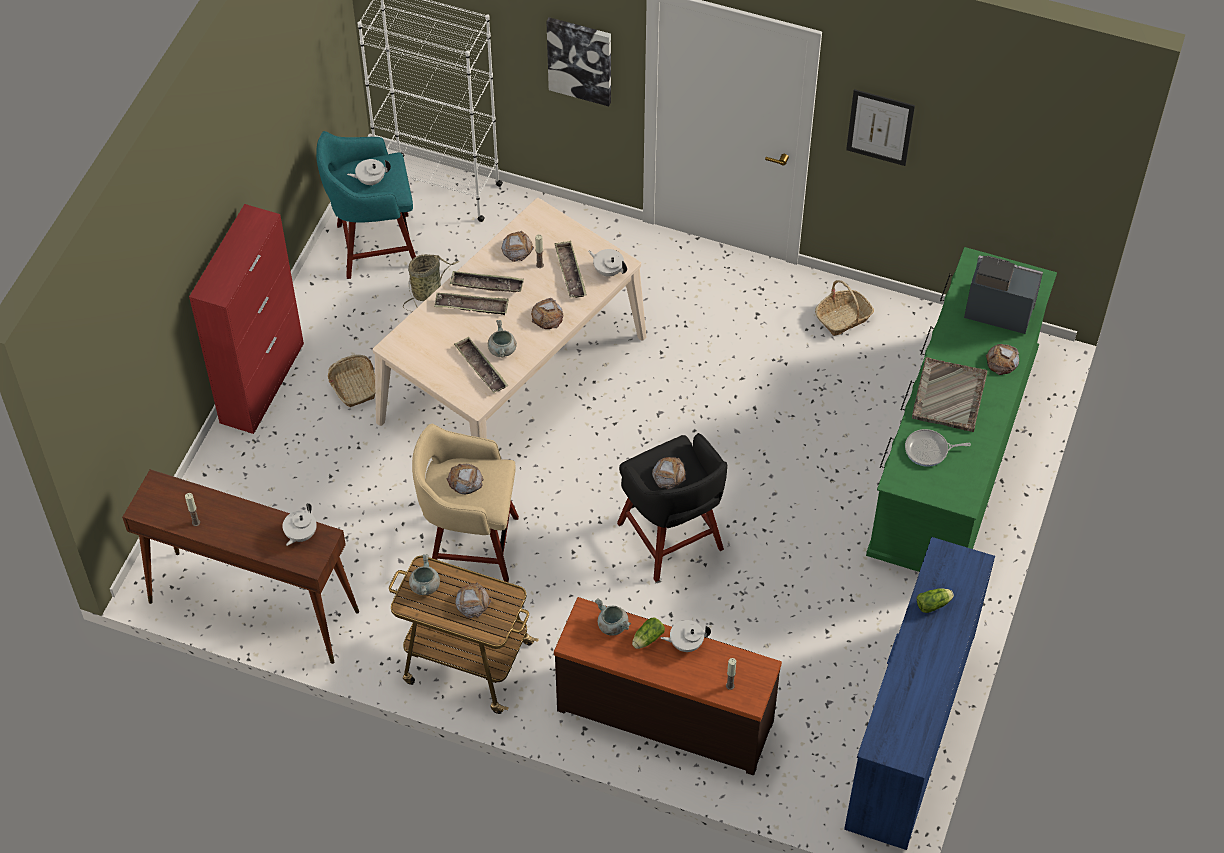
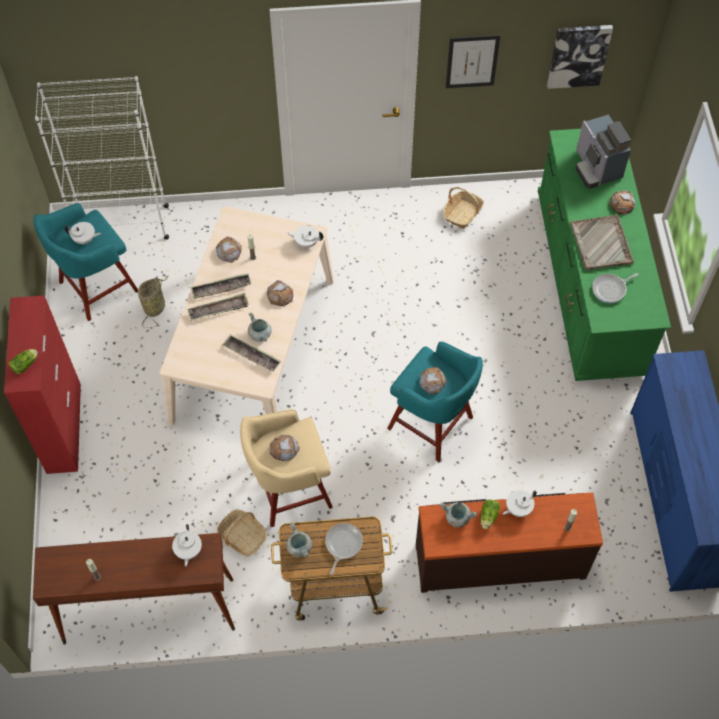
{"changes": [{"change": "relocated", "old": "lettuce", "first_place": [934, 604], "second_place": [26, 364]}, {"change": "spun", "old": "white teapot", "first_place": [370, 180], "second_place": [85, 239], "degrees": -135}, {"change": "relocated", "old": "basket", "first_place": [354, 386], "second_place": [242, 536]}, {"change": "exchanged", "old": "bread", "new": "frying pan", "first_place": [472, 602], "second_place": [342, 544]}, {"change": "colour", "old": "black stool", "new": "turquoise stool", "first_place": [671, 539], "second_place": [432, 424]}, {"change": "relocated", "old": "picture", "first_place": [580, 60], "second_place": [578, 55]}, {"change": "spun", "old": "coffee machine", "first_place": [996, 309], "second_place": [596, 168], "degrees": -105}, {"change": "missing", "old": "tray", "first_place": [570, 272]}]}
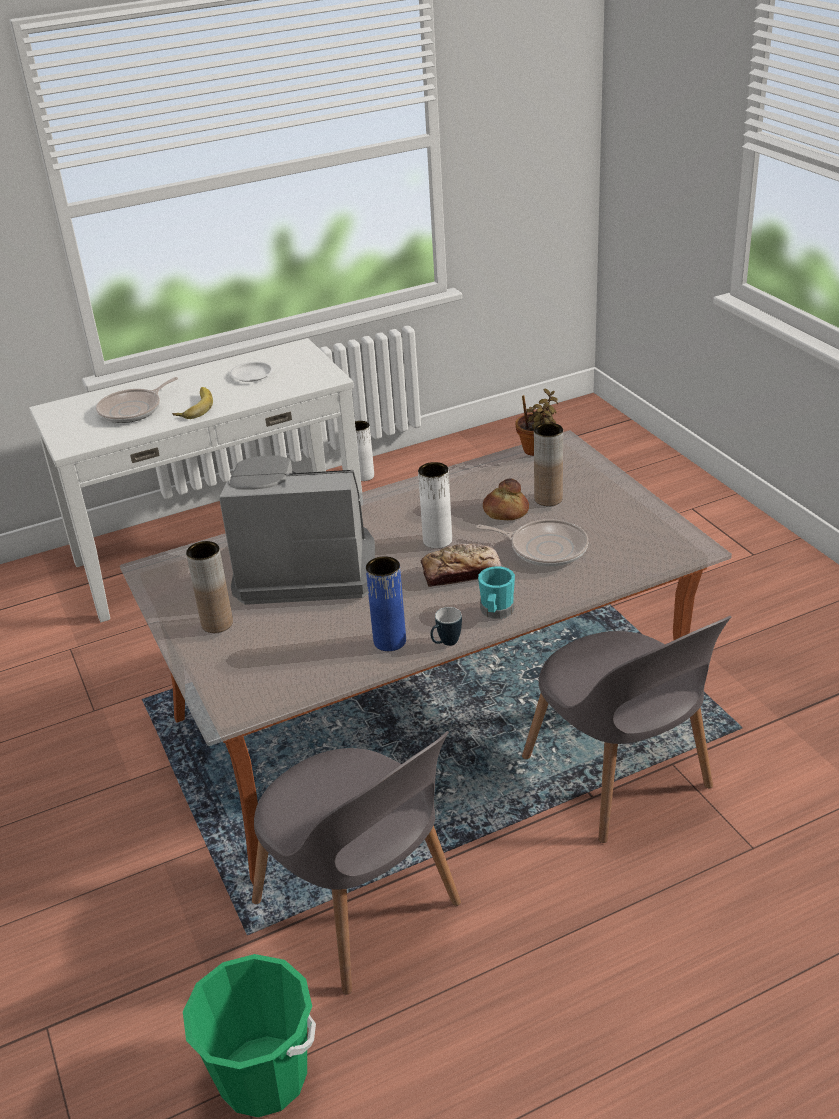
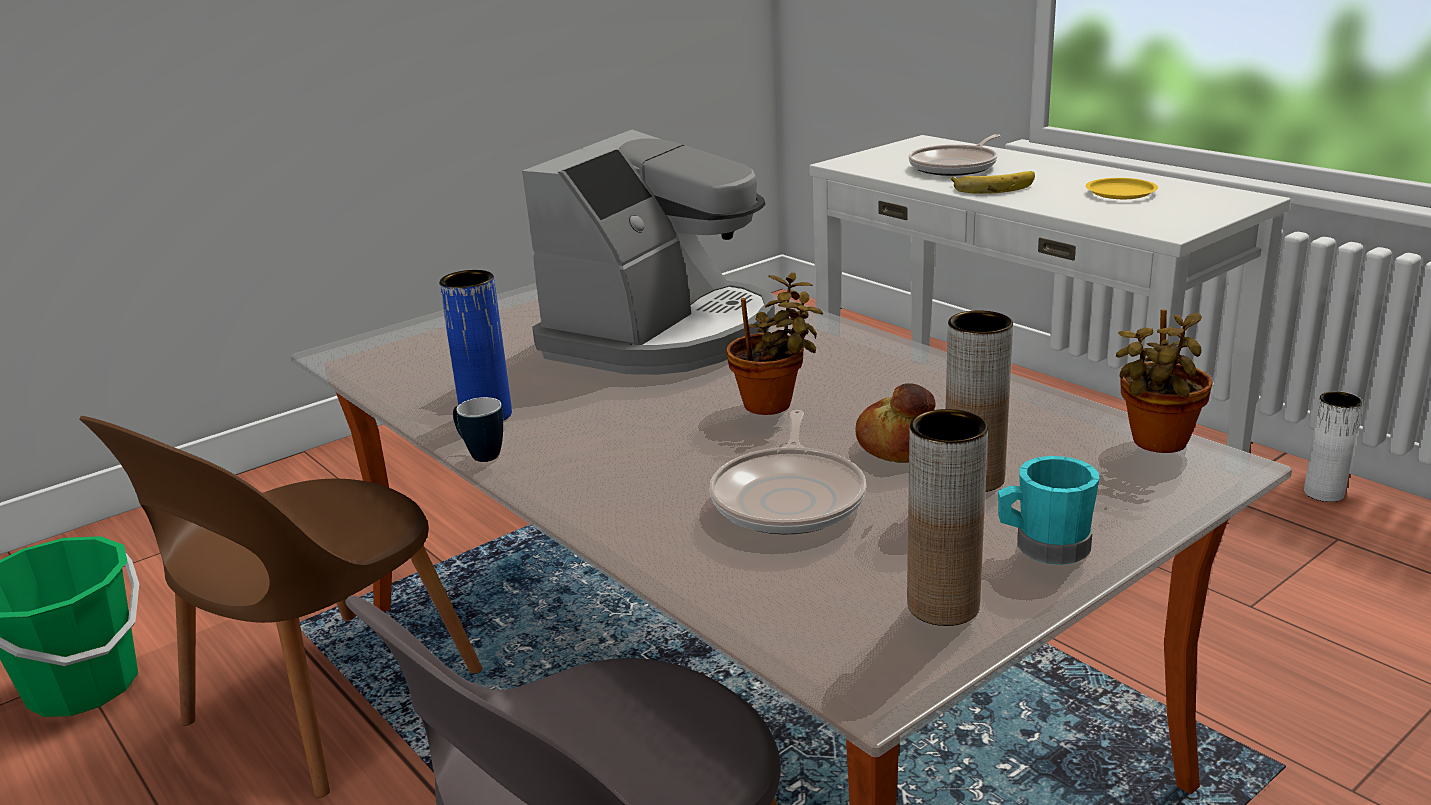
{"changes": [{"change": "colour", "old": "grey chair", "new": "brown chair", "first_place": [361, 909], "second_place": [324, 704]}, {"change": "spun", "old": "coffee machine", "first_place": [305, 568], "second_place": [663, 335], "degrees": 45}, {"change": "exchanged", "old": "white vase", "new": "potted plant", "first_place": [437, 540], "second_place": [773, 405]}, {"change": "relocated", "old": "brown vase", "first_place": [217, 623], "second_place": [943, 606]}, {"change": "spun", "old": "frying pan", "first_place": [133, 410], "second_place": [956, 166], "degrees": -75}, {"change": "relocated", "old": "turquoise mug", "first_place": [496, 611], "second_place": [1044, 546]}, {"change": "colour", "old": "white plate", "new": "yellow plate", "first_place": [251, 375], "second_place": [1120, 193]}, {"change": "missing", "old": "bread", "first_place": [461, 572]}]}
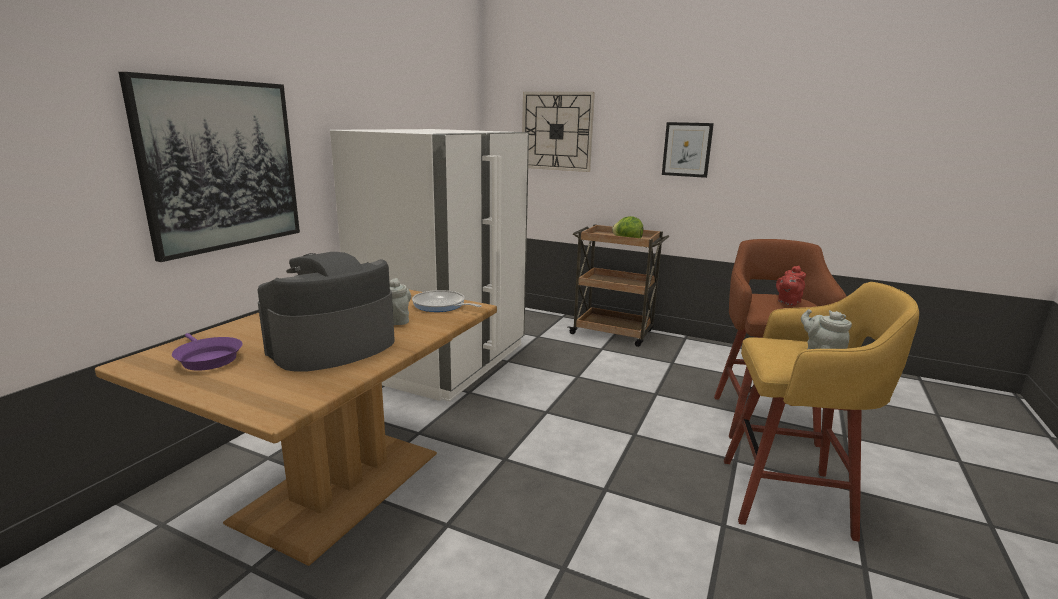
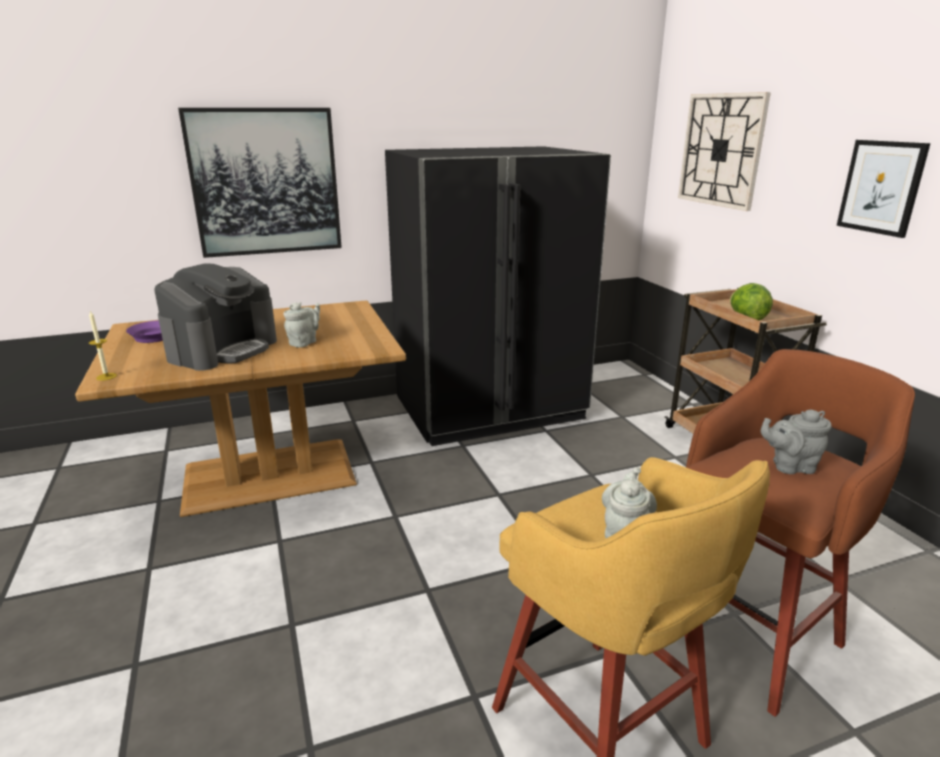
{"changes": [{"change": "appeared", "new": "candle", "second_place": [106, 377]}, {"change": "spun", "old": "coffee machine", "first_place": [332, 346], "second_place": [223, 349], "degrees": 120}, {"change": "colour", "old": "white fridge", "new": "black fridge", "first_place": [445, 360], "second_place": [489, 409]}, {"change": "colour", "old": "red teapot", "new": "grey teapot", "first_place": [788, 302], "second_place": [790, 466]}, {"change": "missing", "old": "frying pan", "first_place": [441, 305]}]}
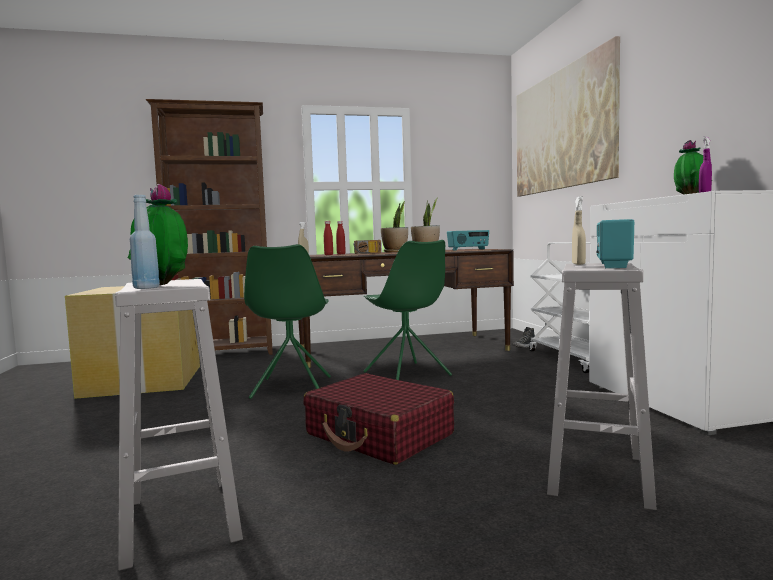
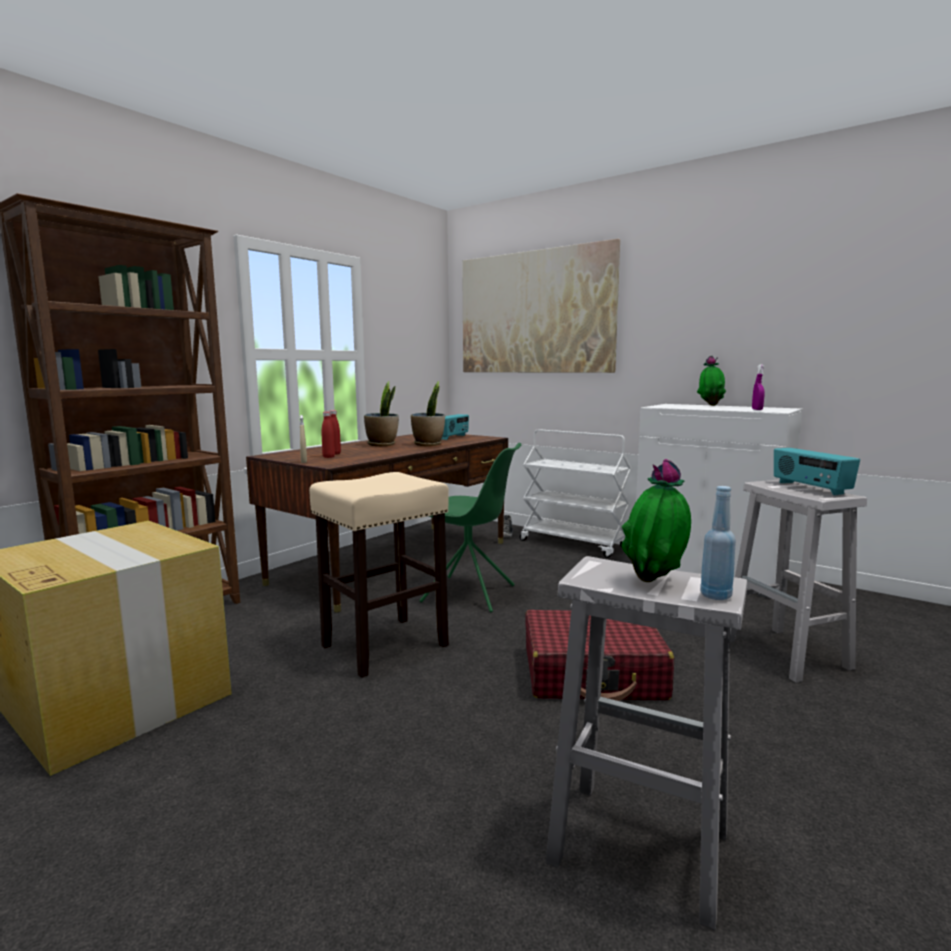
{"changes": [{"change": "exchanged", "old": "green chair", "new": "beige stool", "first_place": [291, 388], "second_place": [383, 646]}, {"change": "missing", "old": "radio", "first_place": [368, 253]}, {"change": "missing", "old": "beige spray bottle", "first_place": [578, 264]}]}
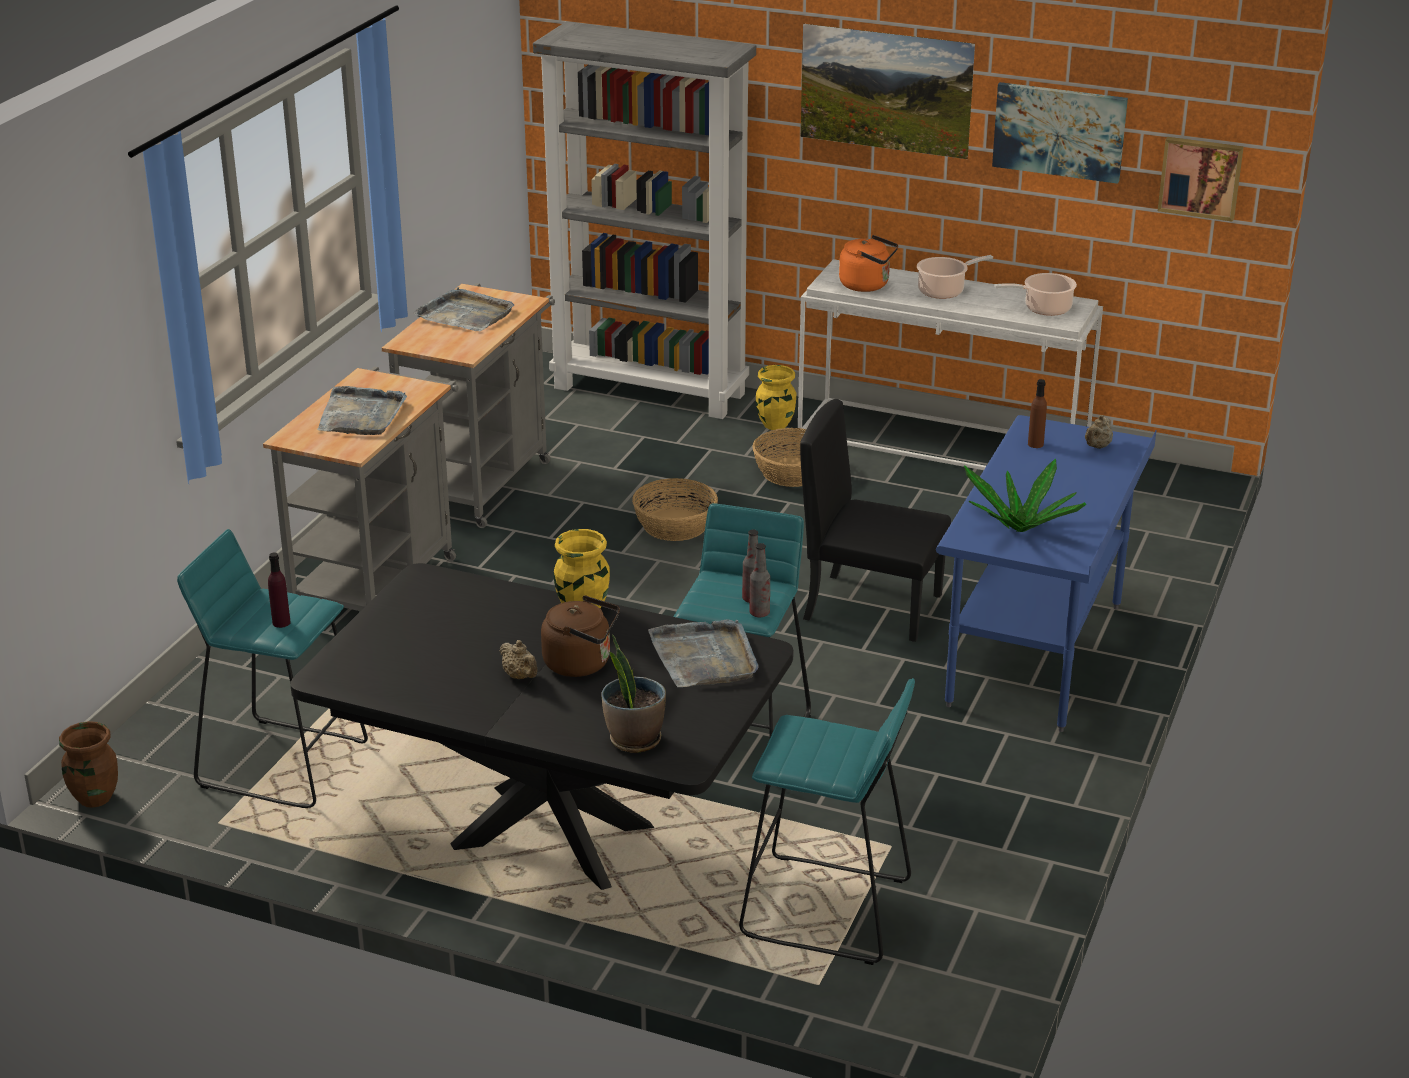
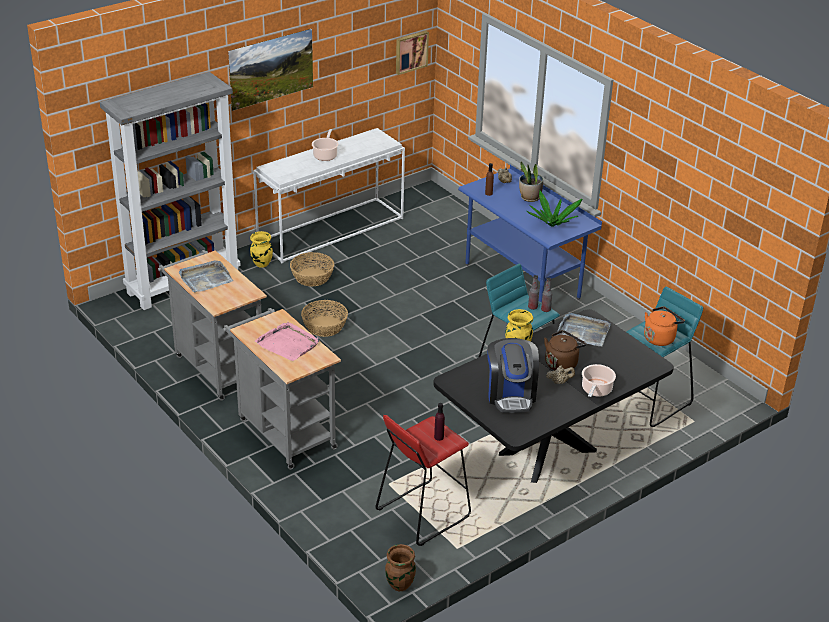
{"changes": [{"change": "colour", "old": "grey tray", "new": "pink tray", "first_place": [361, 415], "second_place": [288, 343]}, {"change": "colour", "old": "turquoise stool", "new": "red stool", "first_place": [282, 763], "second_place": [422, 513]}, {"change": "appeared", "new": "coffee machine", "second_place": [511, 394]}, {"change": "relocated", "old": "potted plant", "first_place": [634, 739], "second_place": [530, 198]}, {"change": "relocated", "old": "cooking pot", "first_place": [1044, 308], "second_place": [596, 390]}, {"change": "relocated", "old": "orange kettle", "first_place": [867, 285], "second_place": [660, 338]}, {"change": "missing", "old": "black chair", "first_place": [873, 607]}, {"change": "missing", "old": "picture", "first_place": [1059, 131]}]}
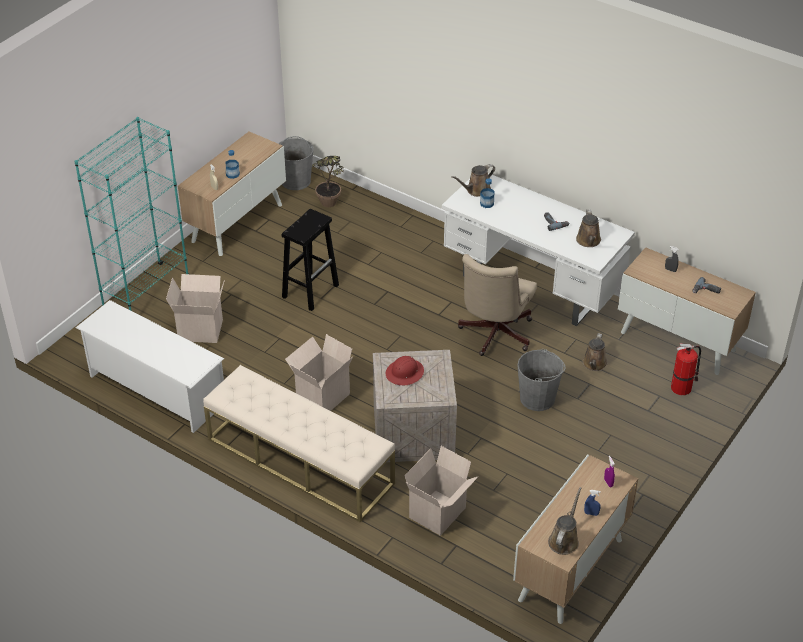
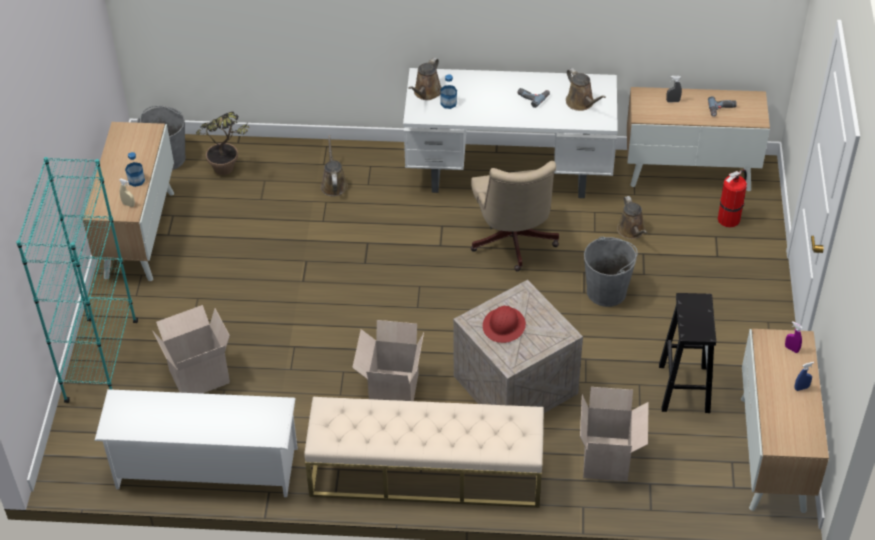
{"changes": [{"change": "relocated", "old": "brown watering can", "first_place": [564, 540], "second_place": [333, 184]}, {"change": "relocated", "old": "black stool", "first_place": [311, 290], "second_place": [683, 387]}]}
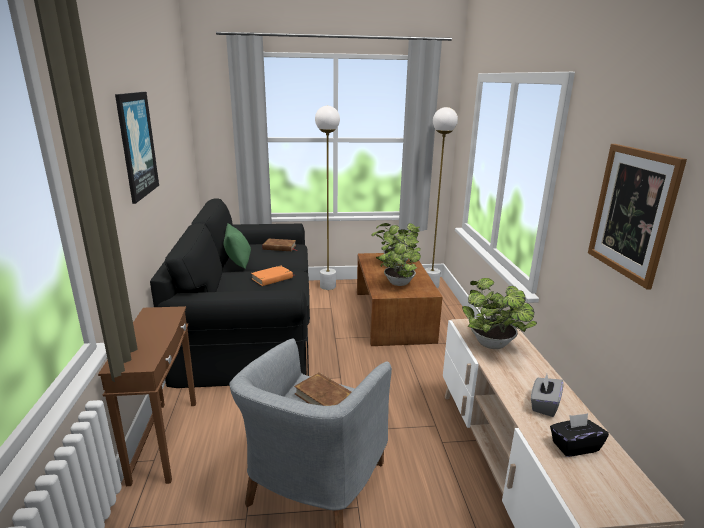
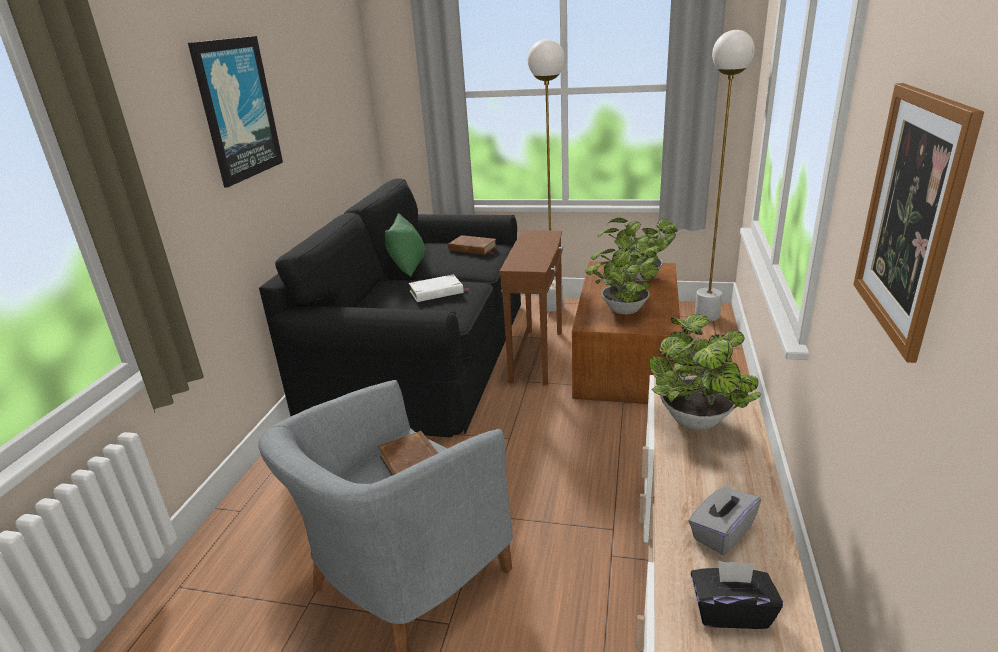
{"changes": [{"change": "colour", "old": "orange book", "new": "white book", "first_place": [272, 278], "second_place": [436, 292]}, {"change": "relocated", "old": "brown side table", "first_place": [166, 439], "second_place": [537, 356]}]}
